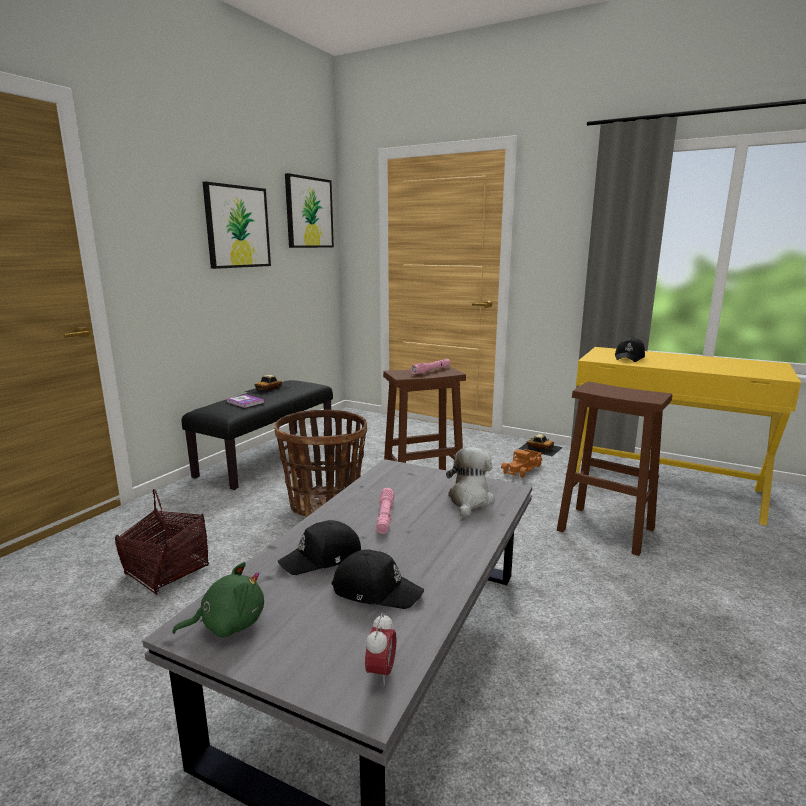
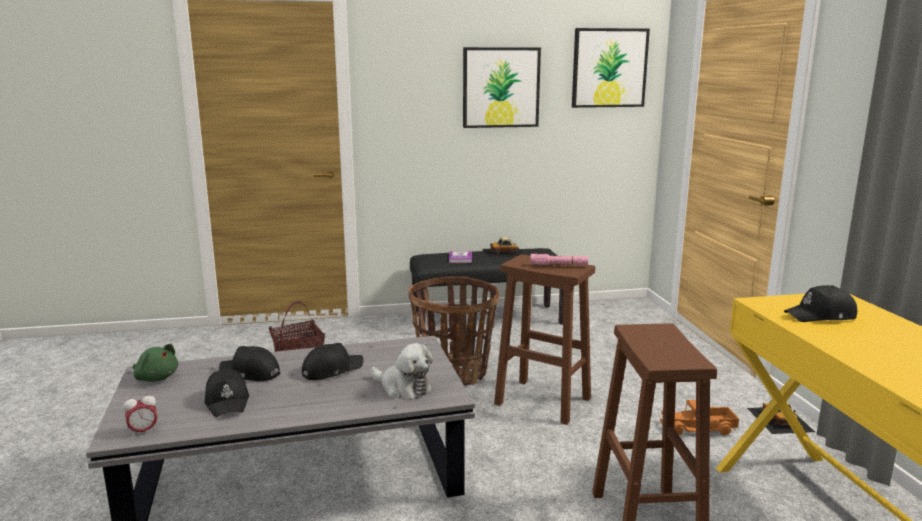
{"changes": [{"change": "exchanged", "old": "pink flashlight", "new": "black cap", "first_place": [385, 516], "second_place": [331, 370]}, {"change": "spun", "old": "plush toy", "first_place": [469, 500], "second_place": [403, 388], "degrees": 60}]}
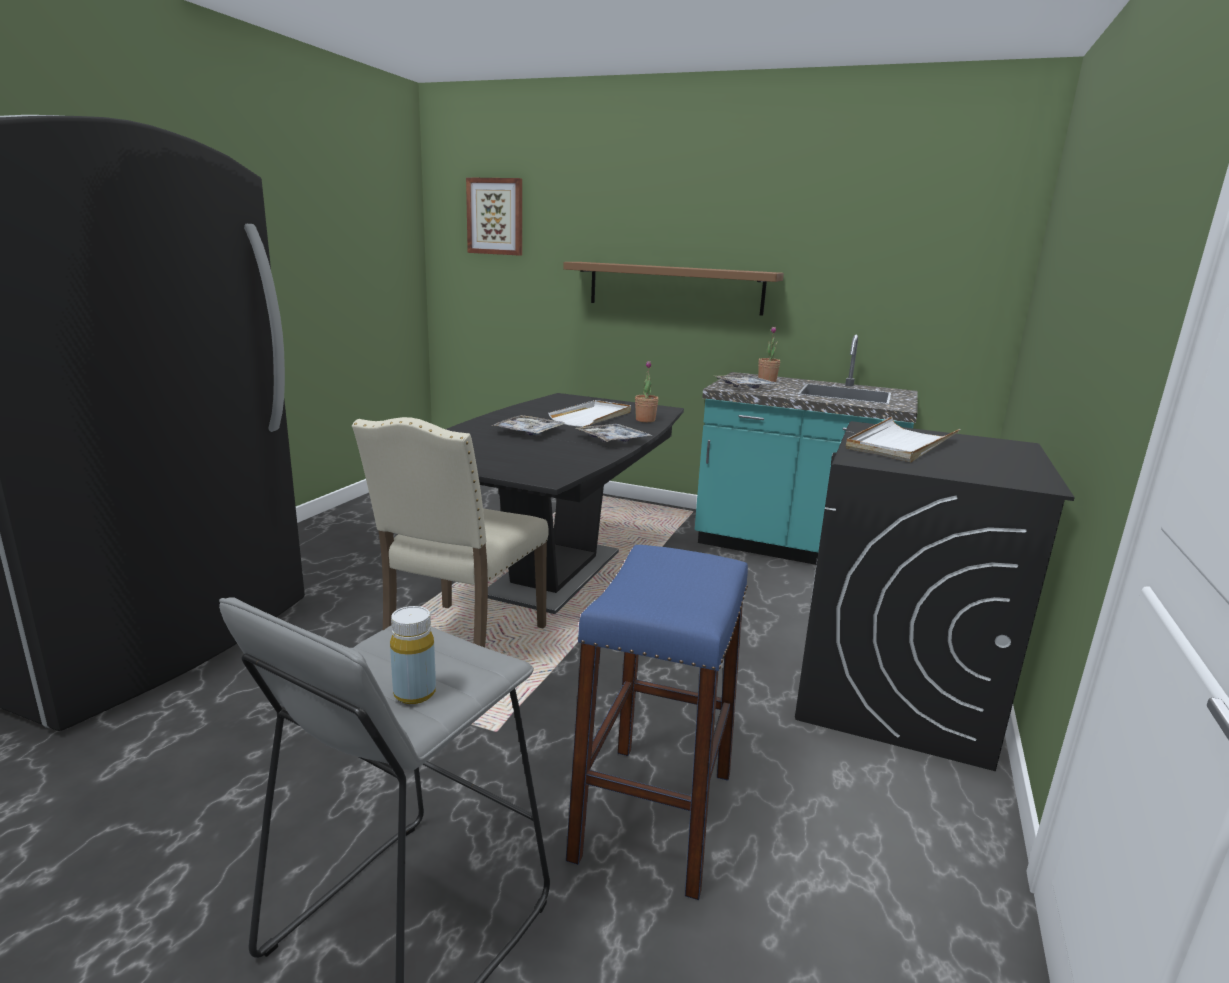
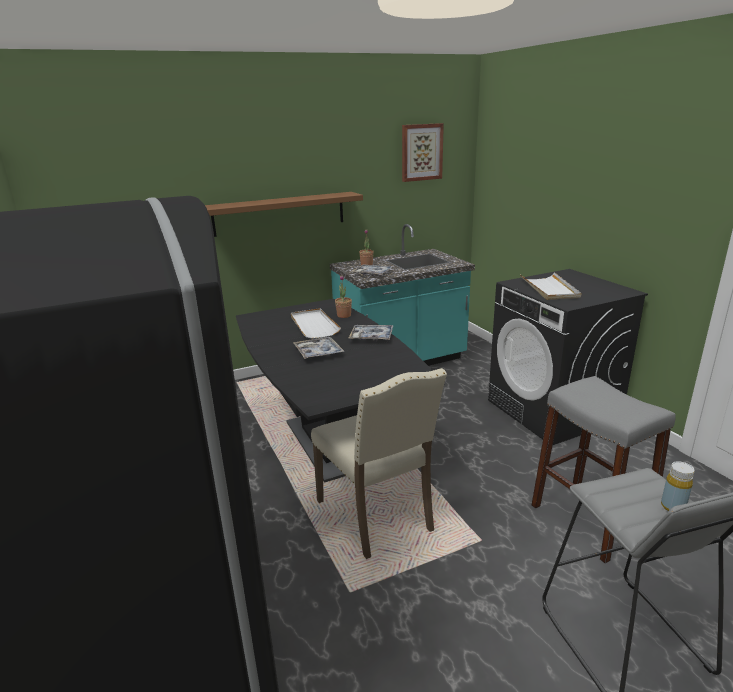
{"changes": [{"change": "relocated", "old": "picture", "first_place": [495, 216], "second_place": [421, 152]}, {"change": "colour", "old": "blue stool", "new": "grey stool", "first_place": [654, 814], "second_place": [589, 520]}]}
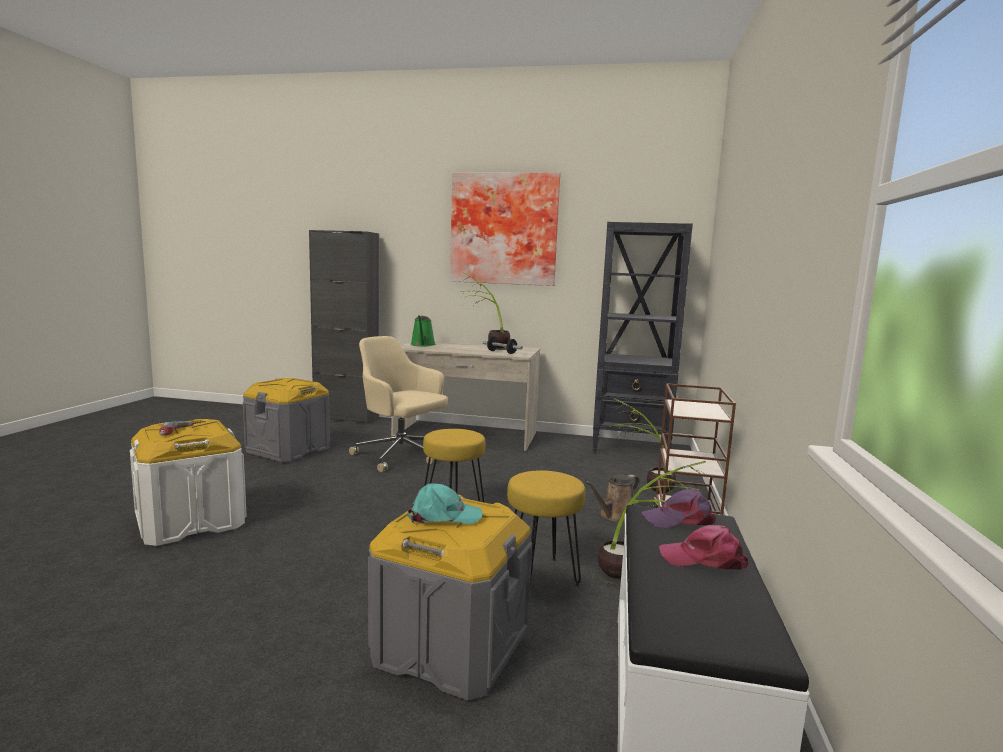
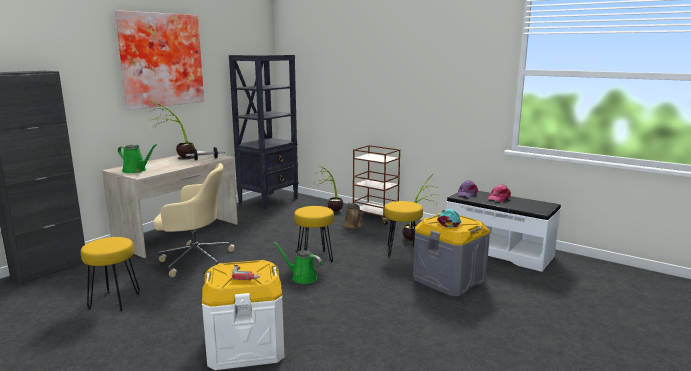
{"changes": [{"change": "exchanged", "old": "grey storage box", "new": "yellow stool", "first_place": [288, 450], "second_place": [114, 301]}, {"change": "spun", "old": "beige office chair", "first_place": [401, 455], "second_place": [194, 260], "degrees": -150}, {"change": "appeared", "new": "green watering can", "second_place": [302, 278]}]}
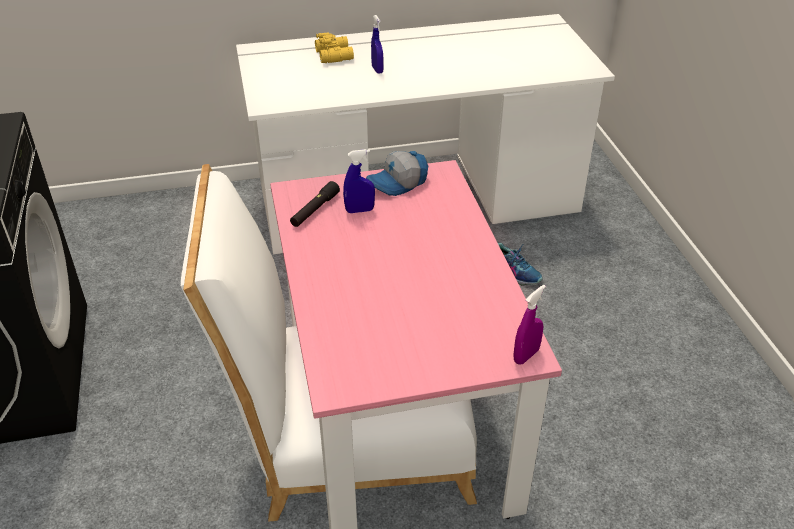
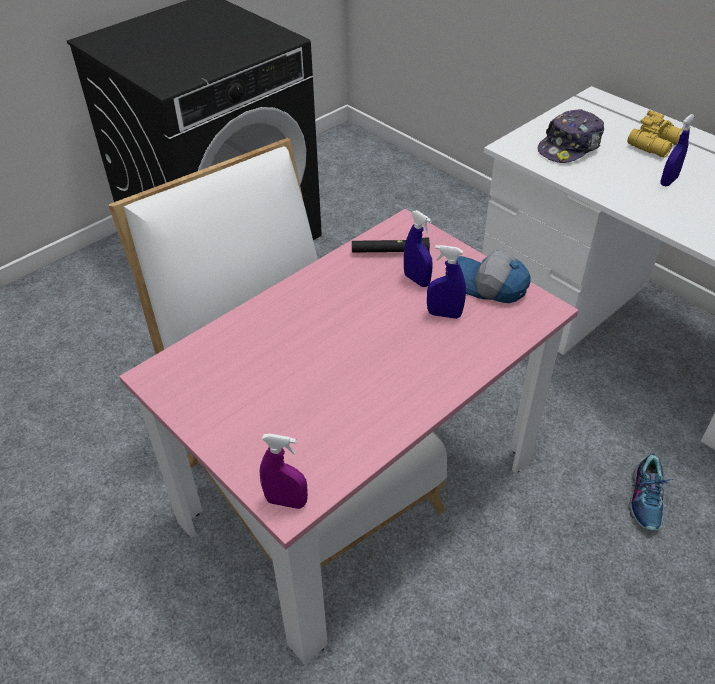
{"changes": [{"change": "appeared", "new": "blue spray bottle", "second_place": [444, 314]}, {"change": "appeared", "new": "cap", "second_place": [569, 147]}]}
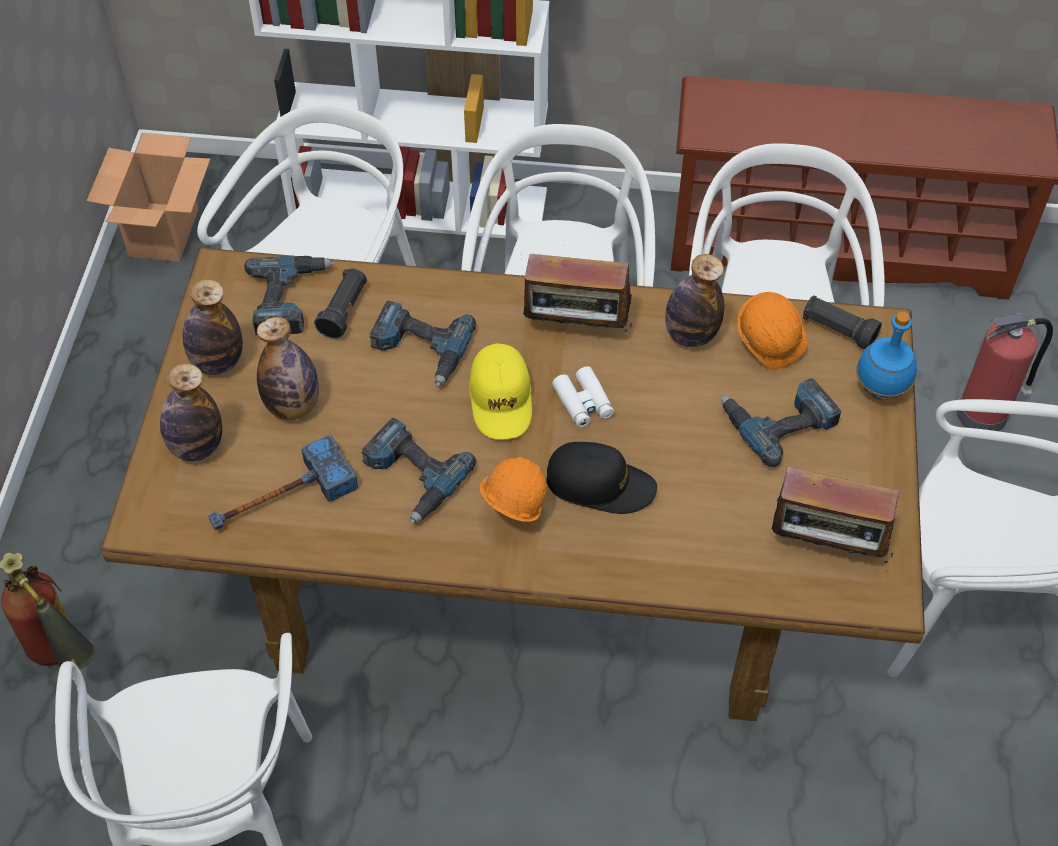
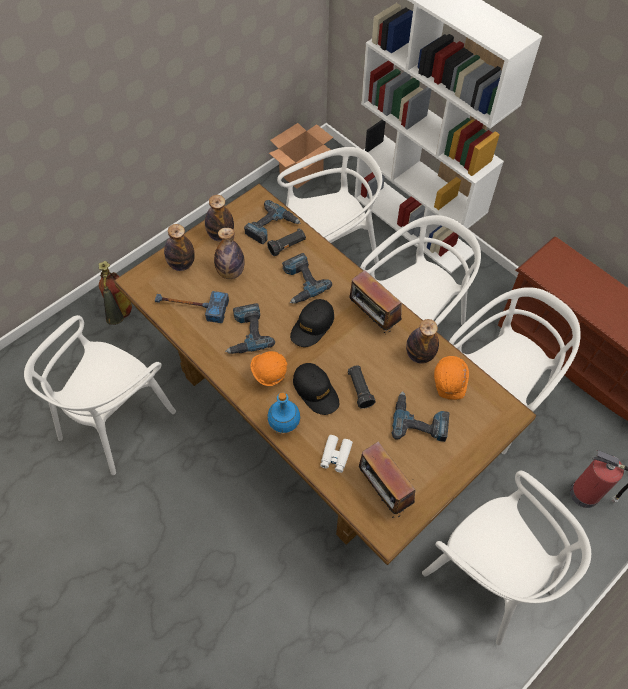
{"changes": [{"change": "relocated", "old": "blue bottle", "first_place": [879, 390], "second_place": [284, 424]}, {"change": "colour", "old": "yellow cap", "new": "black cap", "first_place": [501, 399], "second_place": [312, 326]}, {"change": "relocated", "old": "white binoculars", "first_place": [583, 402], "second_place": [335, 455]}, {"change": "relocated", "old": "black flashlight", "first_place": [838, 330], "second_place": [360, 390]}]}
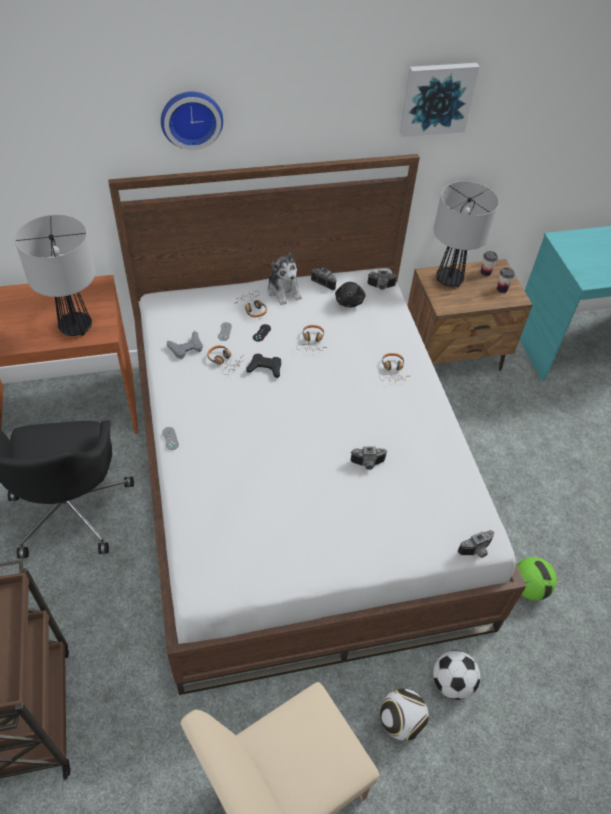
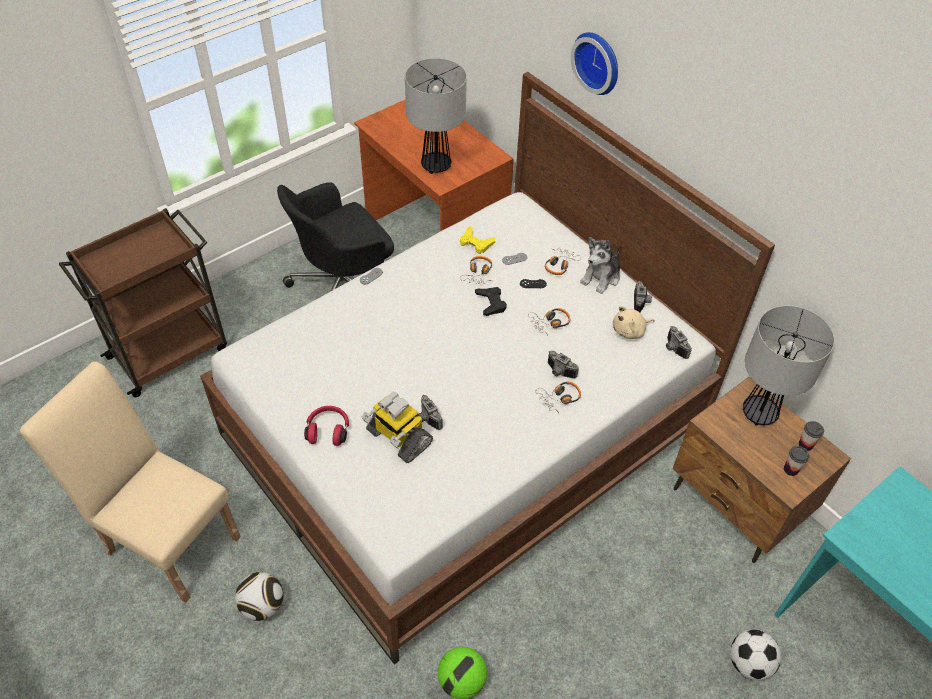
{"changes": [{"change": "appeared", "new": "red headphones", "second_place": [328, 430]}, {"change": "appeared", "new": "toy robot", "second_place": [398, 438]}, {"change": "colour", "old": "grey game controller", "new": "yellow game controller", "first_place": [186, 348], "second_place": [476, 243]}, {"change": "relocated", "old": "photo camera", "first_place": [477, 551], "second_place": [559, 372]}, {"change": "colour", "old": "black plush toy", "new": "beige plush toy", "first_place": [349, 301], "second_place": [630, 331]}, {"change": "relocated", "old": "football", "first_place": [452, 682], "second_place": [749, 663]}, {"change": "missing", "old": "picture", "first_place": [437, 98]}]}
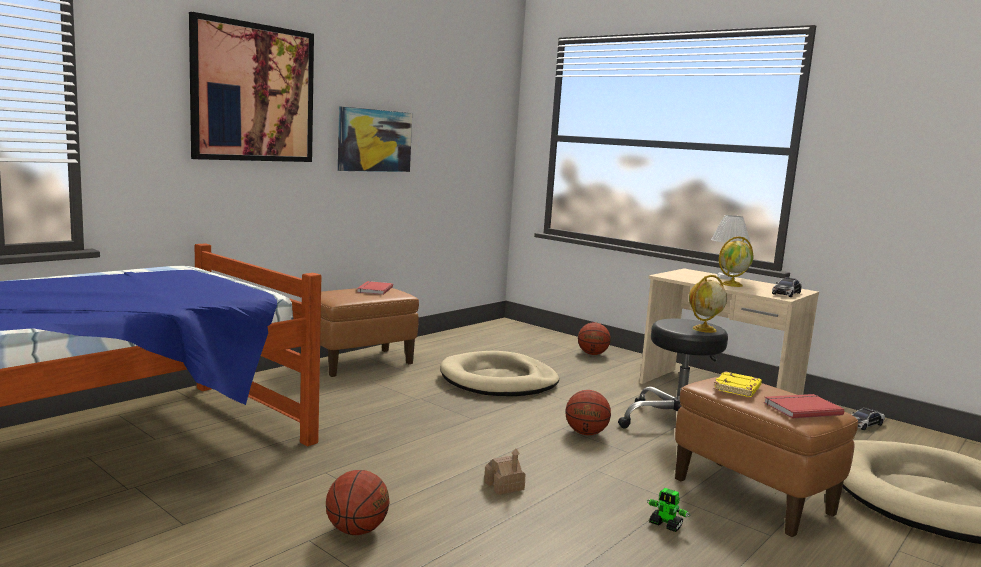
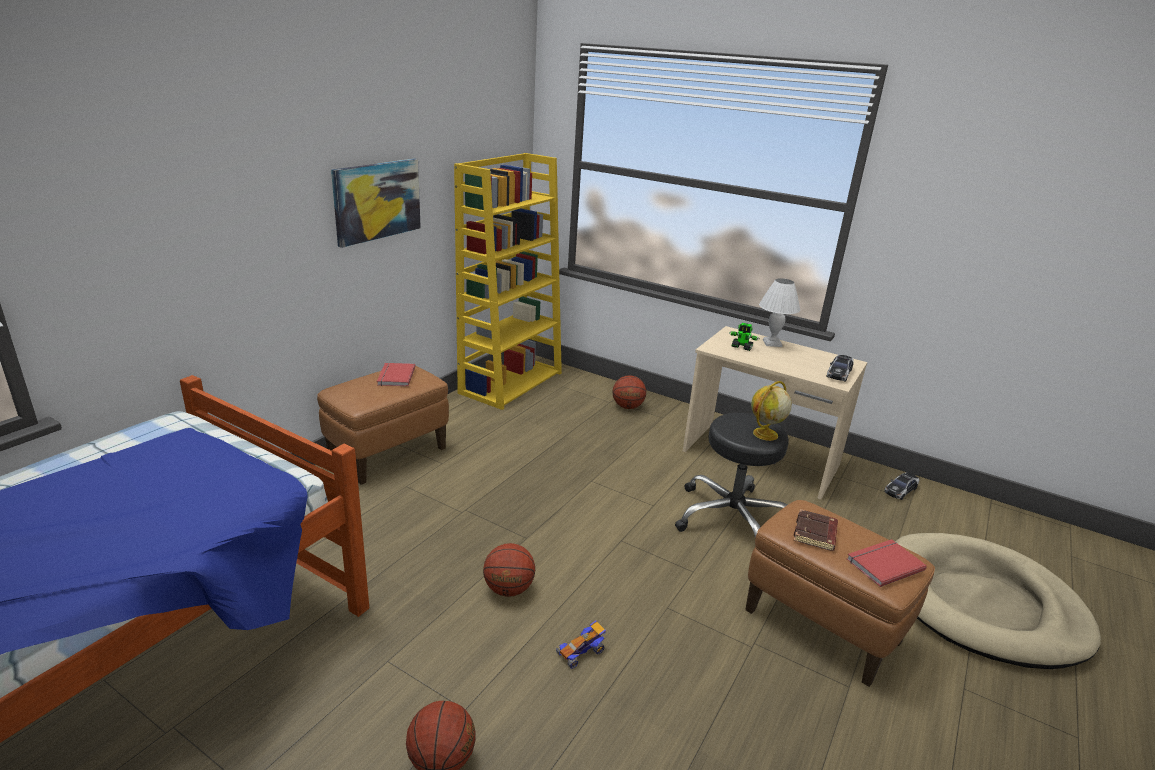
{"changes": [{"change": "appeared", "new": "yellow bookcase", "second_place": [511, 382]}, {"change": "relocated", "old": "basketball", "first_place": [585, 433], "second_place": [508, 589]}, {"change": "exchanged", "old": "toy house", "new": "toy car", "first_place": [504, 486], "second_place": [581, 651]}, {"change": "relocated", "old": "toy robot", "first_place": [666, 525], "second_place": [742, 347]}, {"change": "colour", "old": "yellow book", "new": "brown book", "first_place": [738, 389], "second_place": [815, 534]}, {"change": "missing", "old": "picture", "first_place": [253, 93]}, {"change": "missing", "old": "beige dog bed", "first_place": [499, 380]}, {"change": "missing", "old": "globe", "first_place": [732, 284]}]}
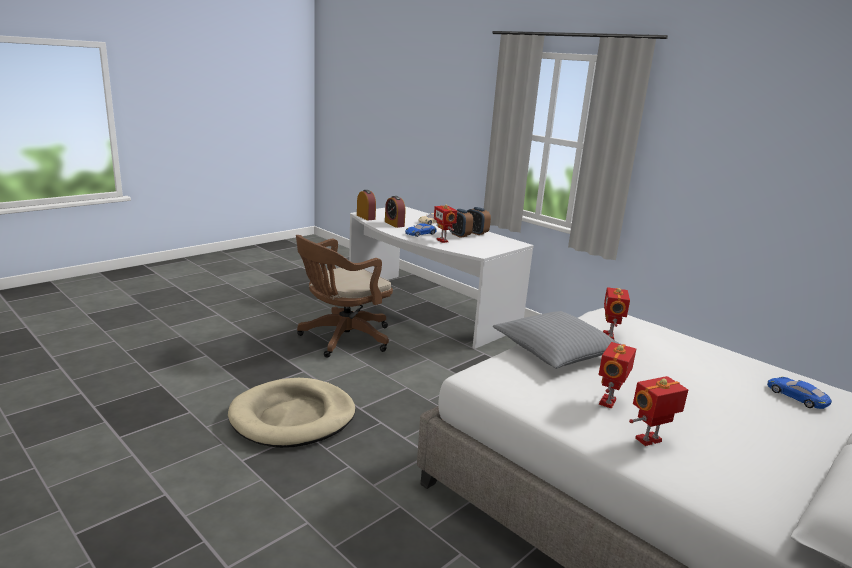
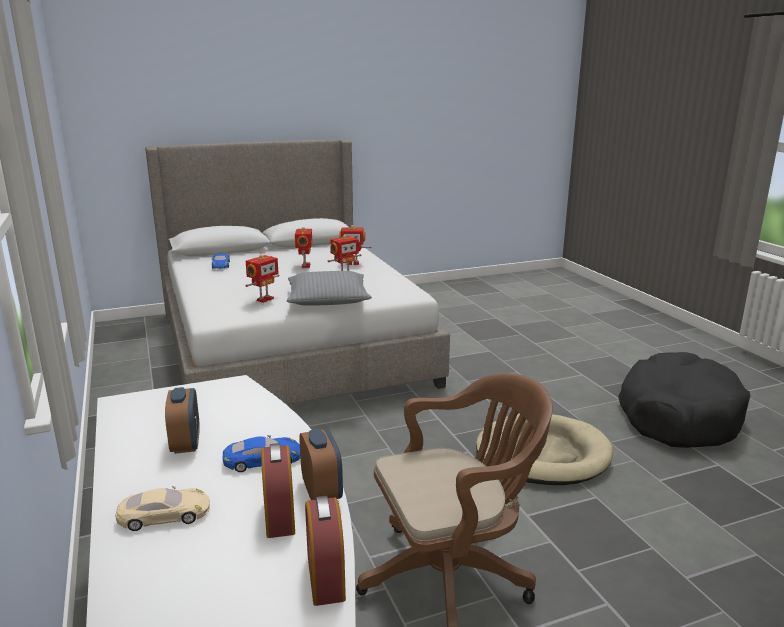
{"changes": [{"change": "relocated", "old": "toy robot", "first_place": [443, 240], "second_place": [305, 266]}, {"change": "relocated", "old": "alarm clock", "first_place": [476, 233], "second_place": [322, 492]}, {"change": "appeared", "new": "black dog bed", "second_place": [678, 416]}]}
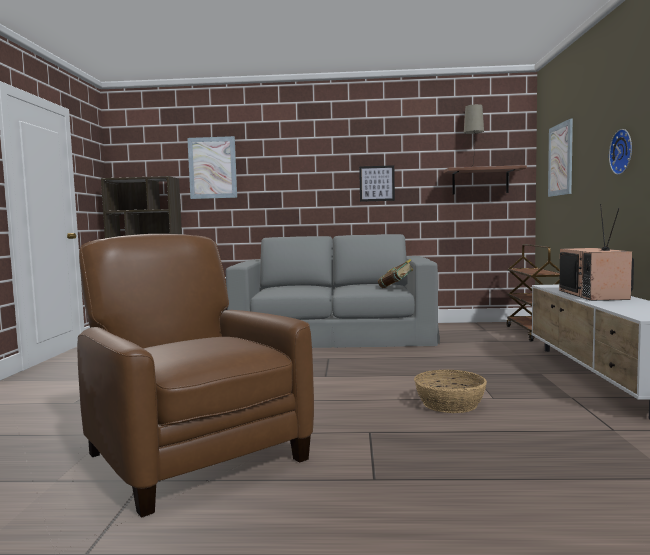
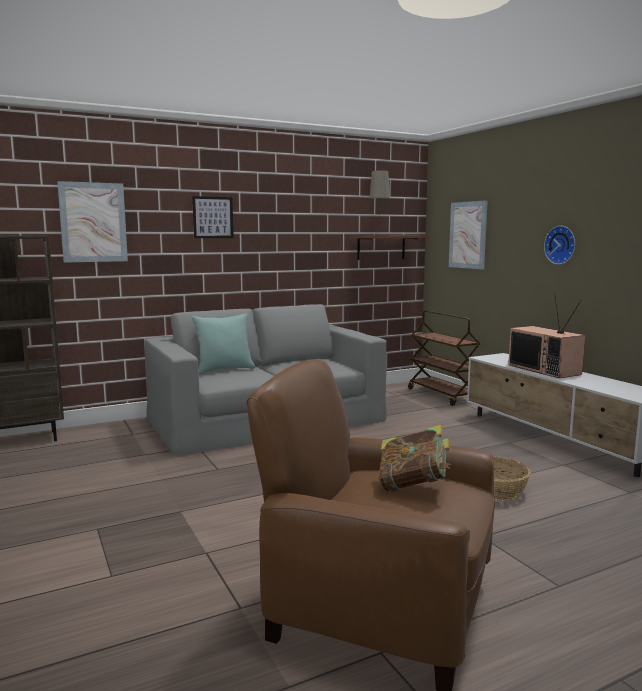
{"changes": [{"change": "relocated", "old": "picture", "first_place": [377, 183], "second_place": [213, 217]}, {"change": "appeared", "new": "turquoise pillow", "second_place": [224, 369]}, {"change": "relocated", "old": "book", "first_place": [396, 288], "second_place": [413, 486]}]}
